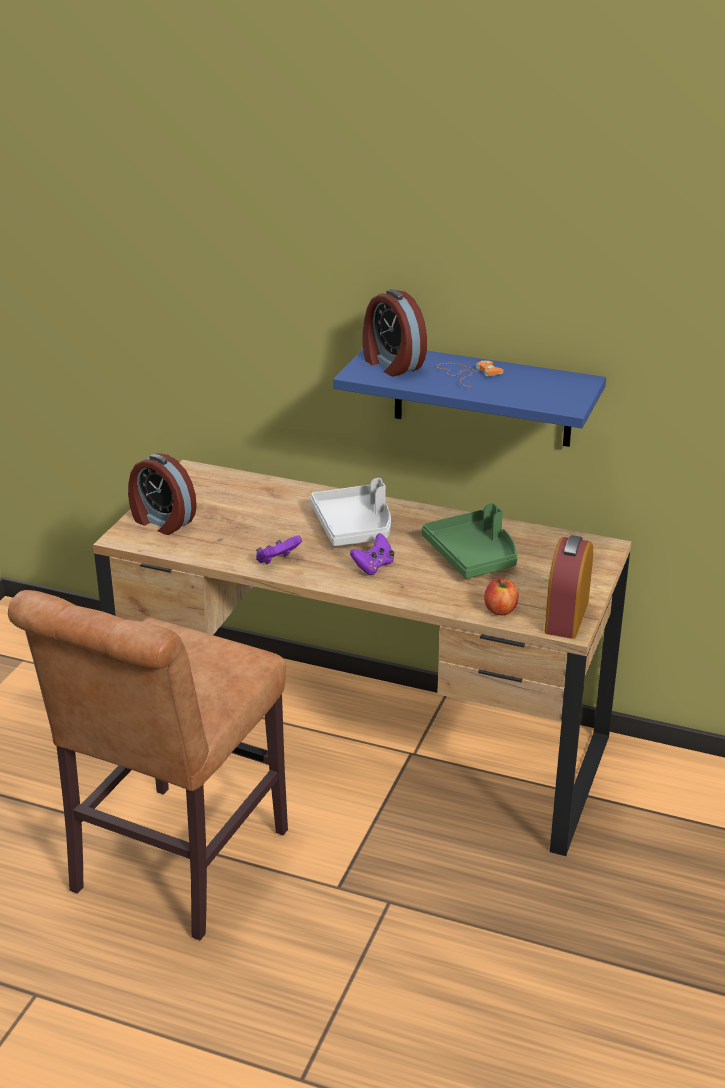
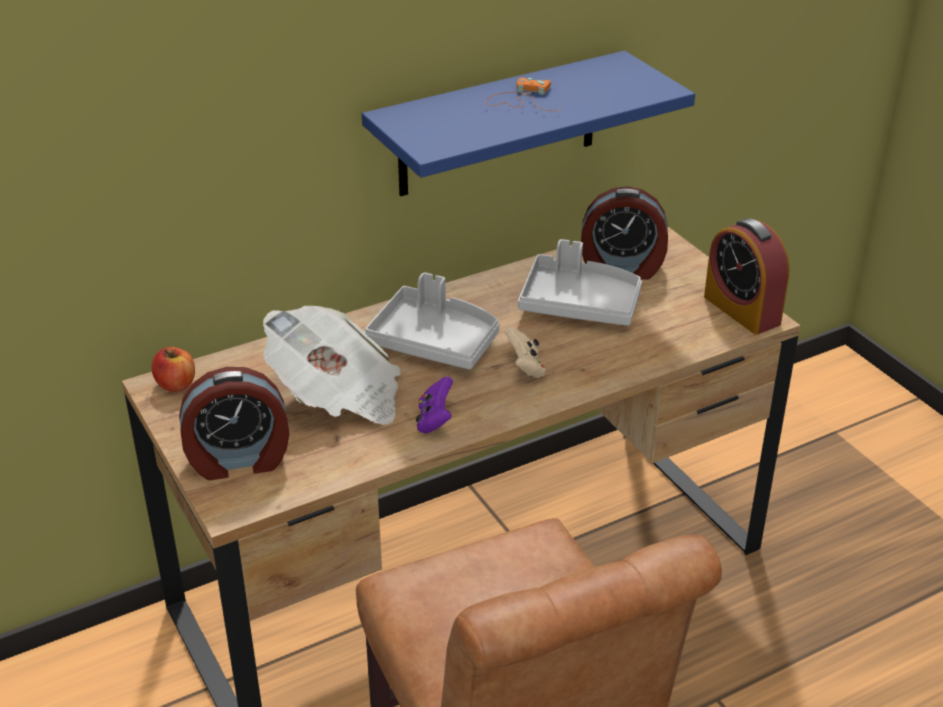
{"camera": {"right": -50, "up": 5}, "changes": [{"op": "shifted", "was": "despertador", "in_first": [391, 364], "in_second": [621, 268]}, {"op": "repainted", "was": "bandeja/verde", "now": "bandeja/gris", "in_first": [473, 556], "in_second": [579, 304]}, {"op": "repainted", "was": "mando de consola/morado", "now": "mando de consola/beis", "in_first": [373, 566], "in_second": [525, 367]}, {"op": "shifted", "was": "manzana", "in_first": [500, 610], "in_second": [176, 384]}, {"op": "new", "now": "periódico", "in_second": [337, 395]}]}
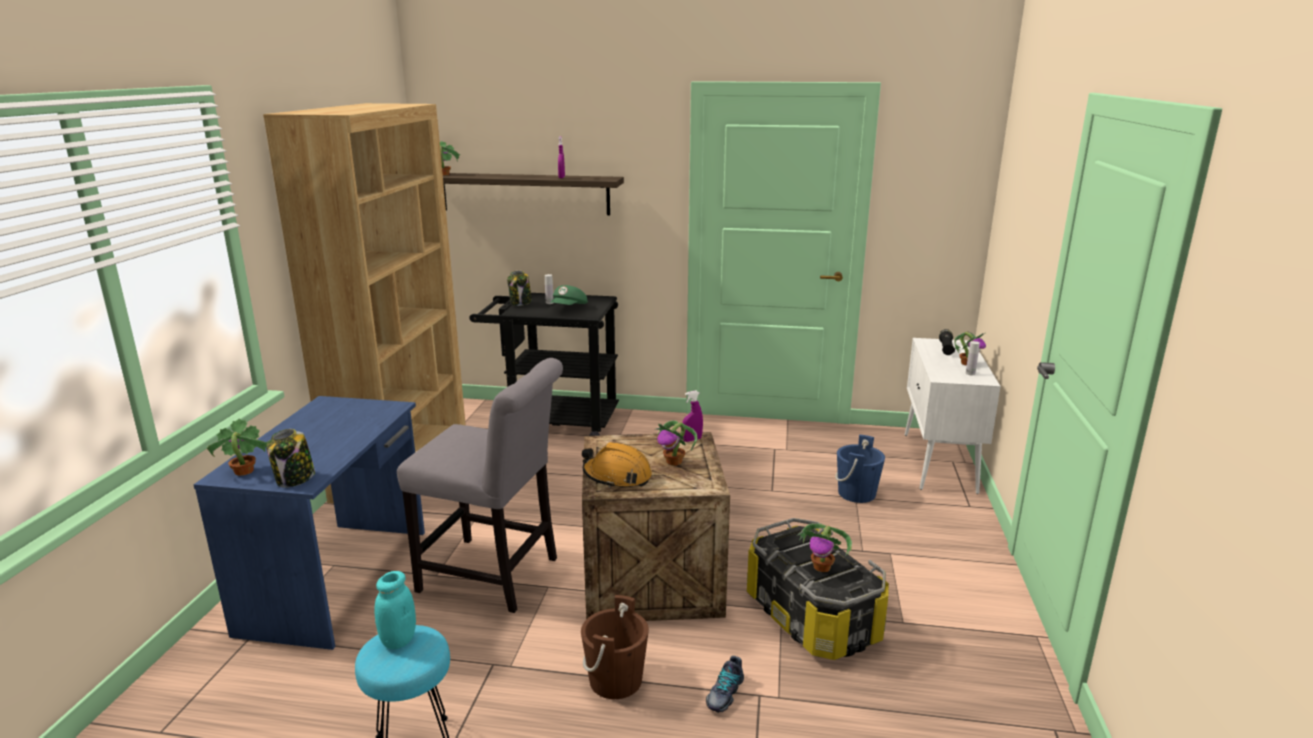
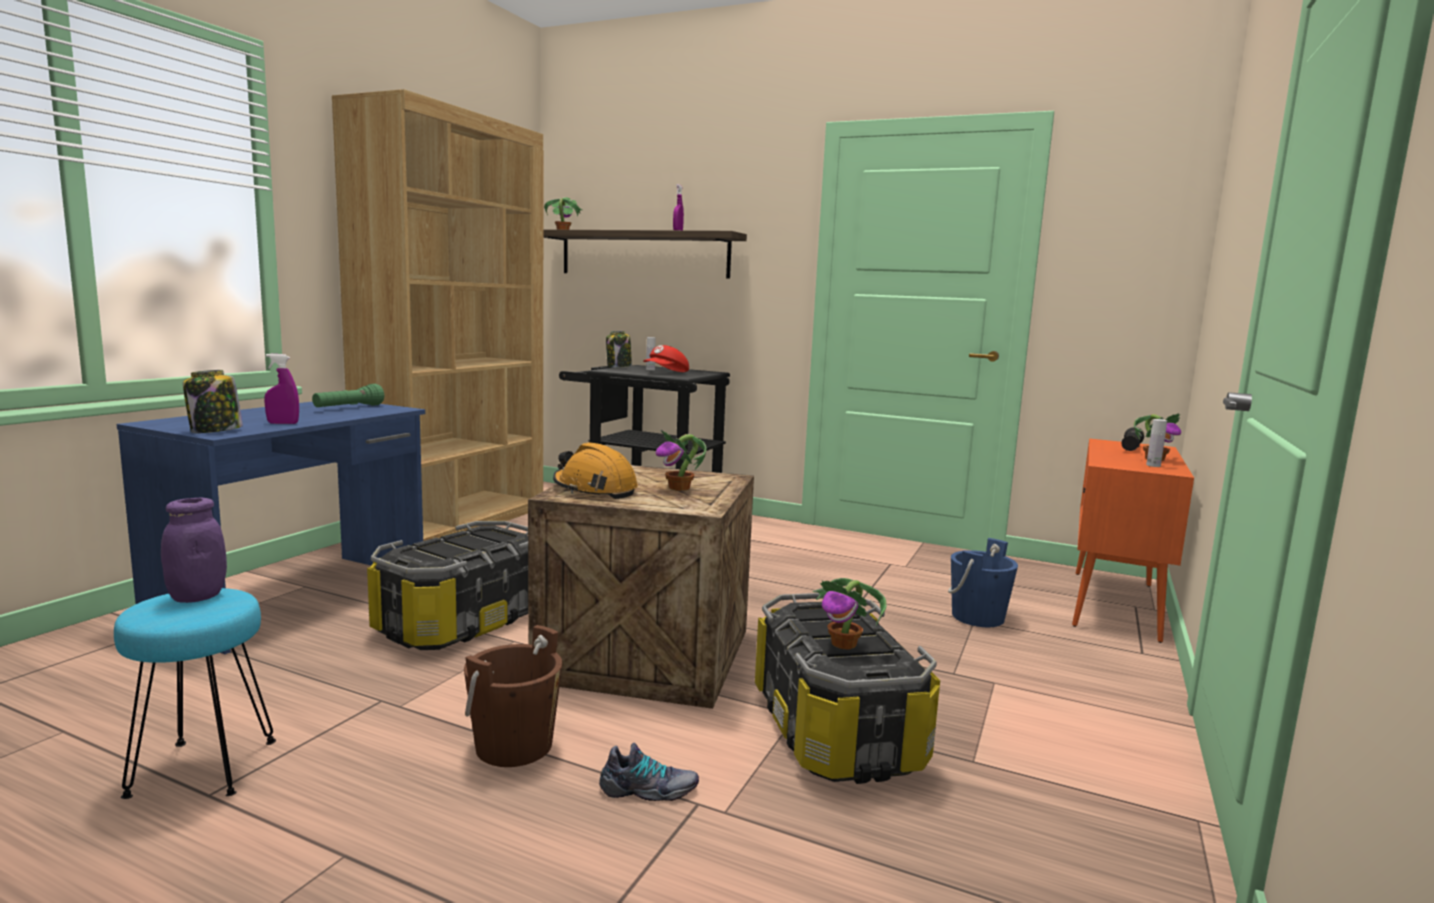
{"camera": {"right": 15, "up": -10}, "changes": [{"op": "repainted", "was": "gorra/verde", "now": "gorra/rojo", "in_first": [569, 308], "in_second": [666, 373]}, {"op": "repainted", "was": "armario/blanco", "now": "armario/naranja", "in_first": [939, 463], "in_second": [1114, 605]}, {"op": "swapped", "was": "silla/gris", "now": "caja de almacenaje", "in_first": [495, 576], "in_second": [463, 622]}, {"op": "shifted", "was": "pulverizador/morado", "in_first": [692, 440], "in_second": [283, 423]}, {"op": "gone", "was": "planta en maceta", "in_first": [243, 471]}, {"op": "repainted", "was": "tarro/turquesa", "now": "tarro/morado", "in_first": [398, 640], "in_second": [197, 596]}, {"op": "rotated", "was": "zapato", "in_first": [724, 693], "in_second": [648, 790], "clockwise": -135}, {"op": "new", "now": "linterna/verde", "in_second": [348, 408]}]}
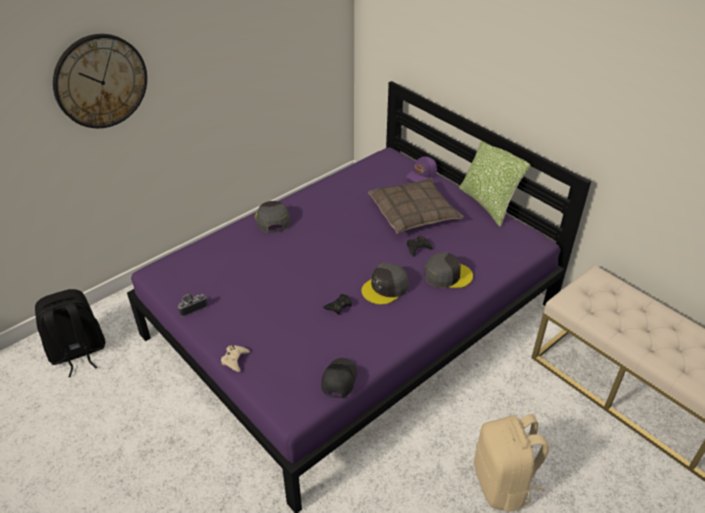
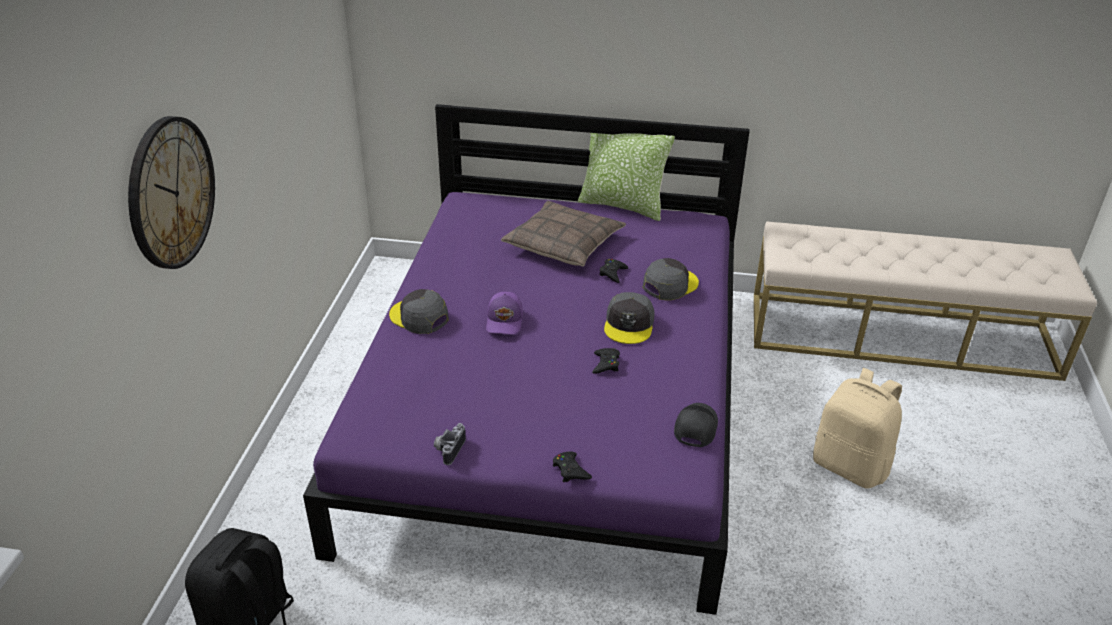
{"camera": {"right": -40, "up": -5}, "changes": [{"op": "shifted", "was": "gorra/morado", "in_first": [422, 175], "in_second": [505, 321]}, {"op": "repainted", "was": "mando de consola/beis", "now": "mando de consola/negro", "in_first": [235, 360], "in_second": [570, 470]}, {"op": "rotated", "was": "gorra/negro", "in_first": [338, 380], "in_second": [695, 428], "clockwise": 45}]}
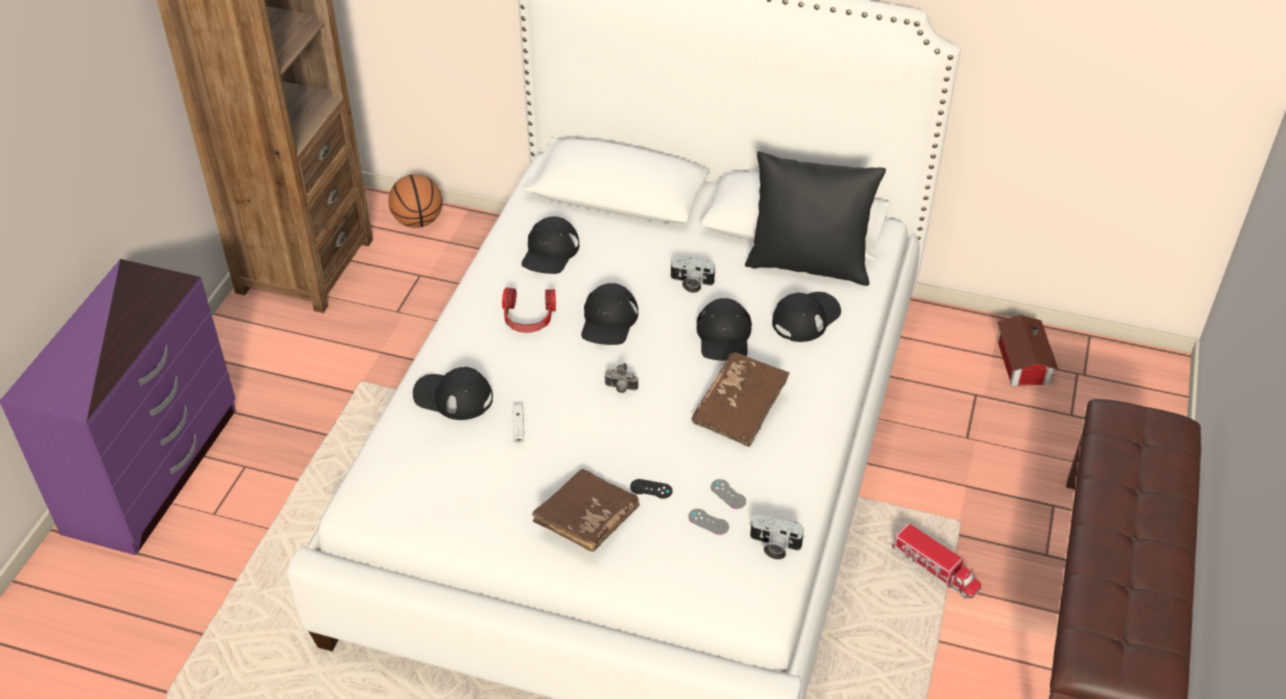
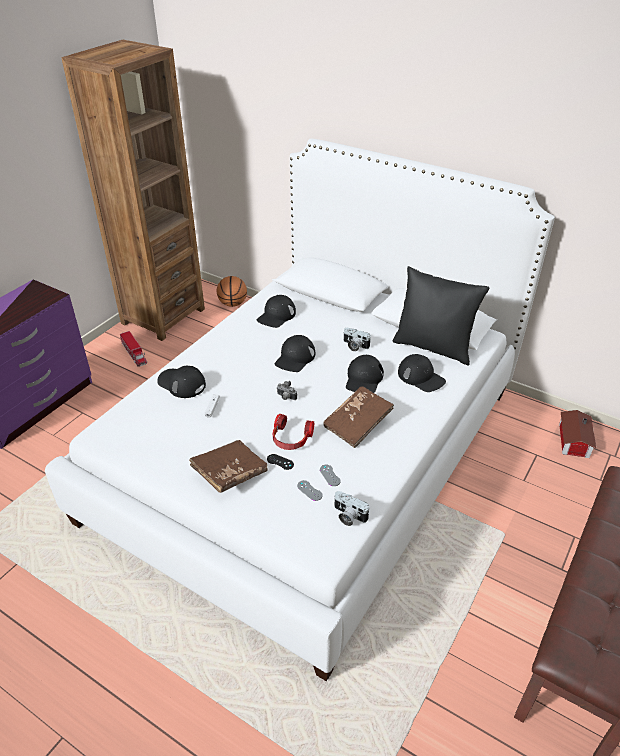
{"camera": {"right": 15, "up": -5}, "changes": [{"op": "shifted", "was": "auriculares", "in_first": [528, 318], "in_second": [291, 439]}, {"op": "rotated", "was": "gorra/negro", "in_first": [806, 318], "in_second": [421, 377], "clockwise": 75}, {"op": "shifted", "was": "camión de juguete", "in_first": [935, 569], "in_second": [134, 354]}]}
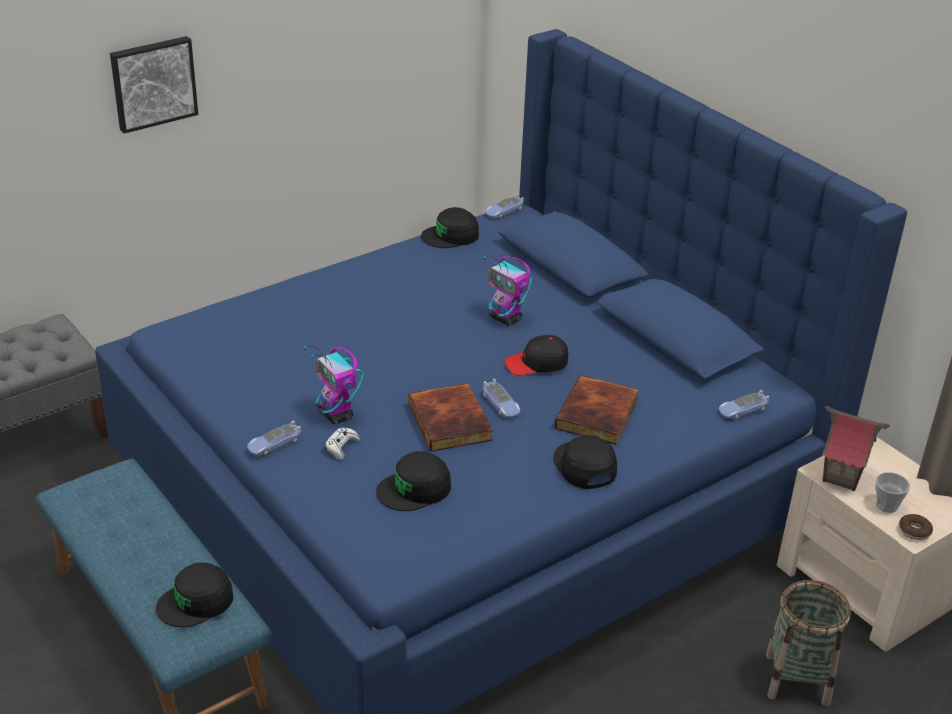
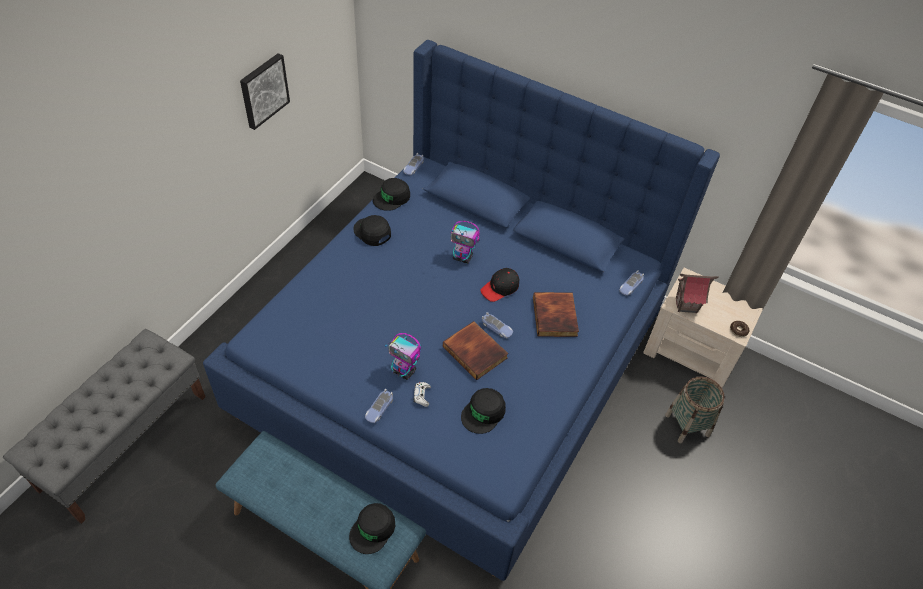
{"camera": {"right": -25, "up": 15}, "changes": [{"op": "shifted", "was": "cuadro", "in_first": [153, 83], "in_second": [263, 90]}, {"op": "shifted", "was": "gorra/negro", "in_first": [584, 466], "in_second": [372, 232]}, {"op": "gone", "was": "taza", "in_first": [886, 505]}]}
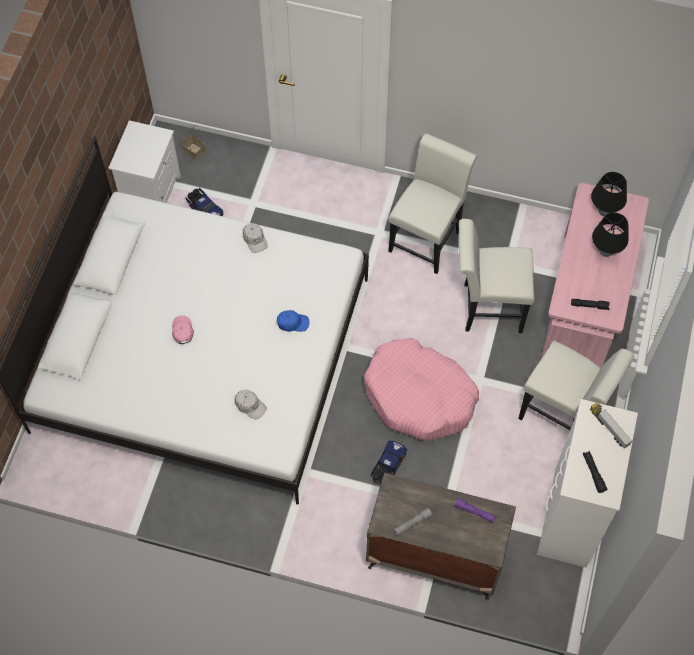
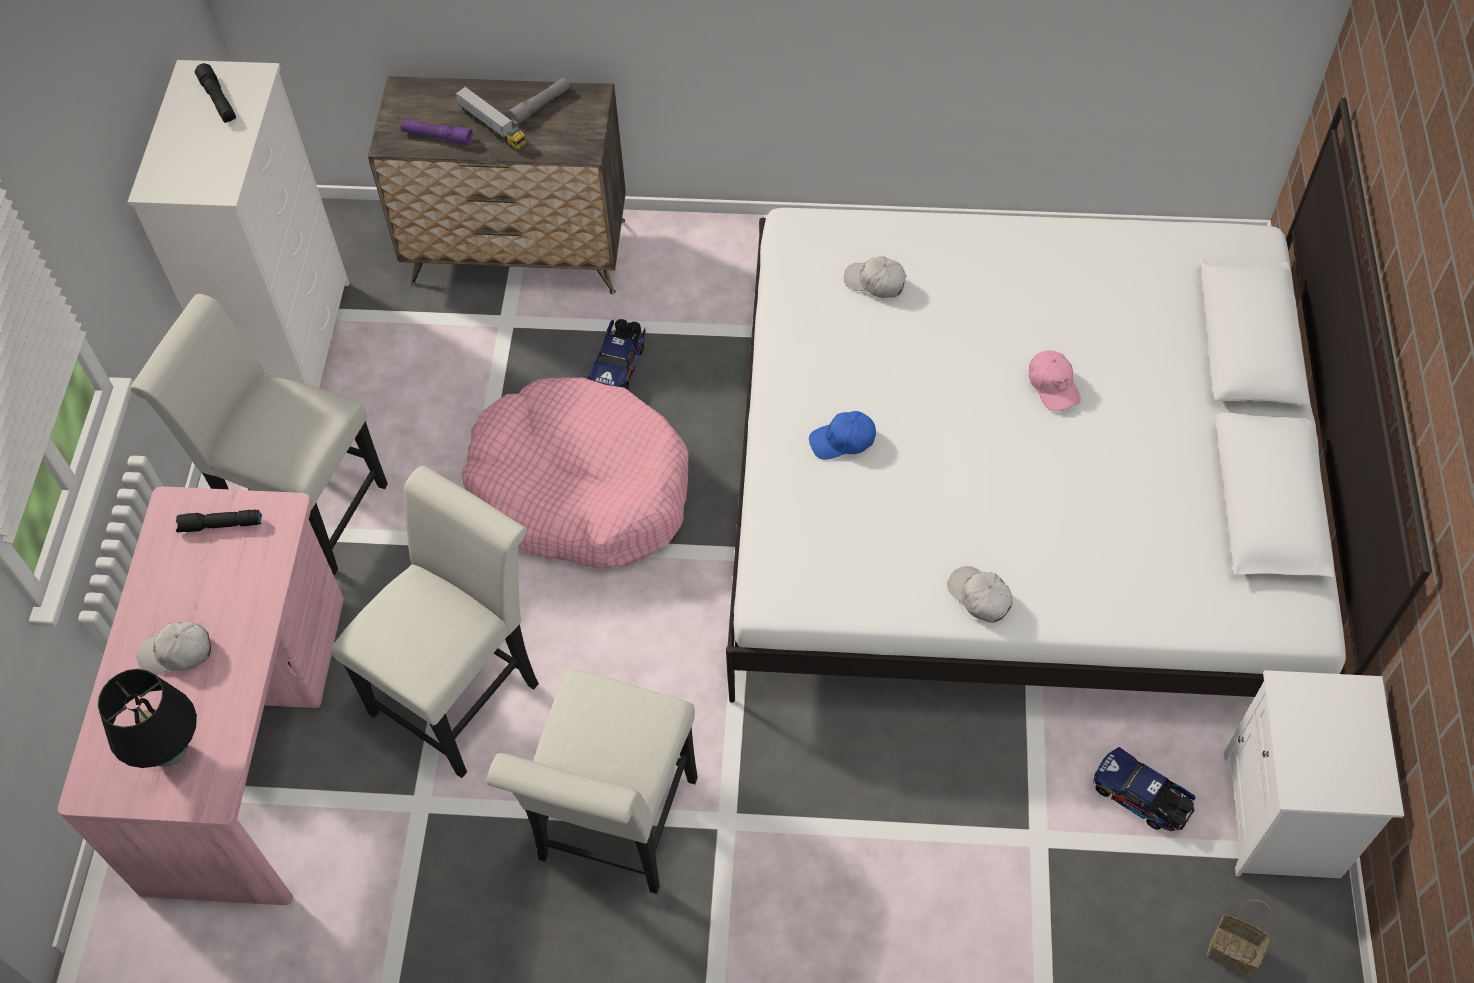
{"camera": {"right": 170, "up": -5}, "changes": [{"op": "swapped", "was": "lámpara de mesa/negro", "now": "gorra/blanco", "in_first": [605, 251], "in_second": [177, 653]}, {"op": "rotated", "was": "silla/blanco", "in_first": [487, 307], "in_second": [463, 689], "clockwise": -45}, {"op": "shifted", "was": "camión de juguete", "in_first": [609, 428], "in_second": [493, 128]}]}
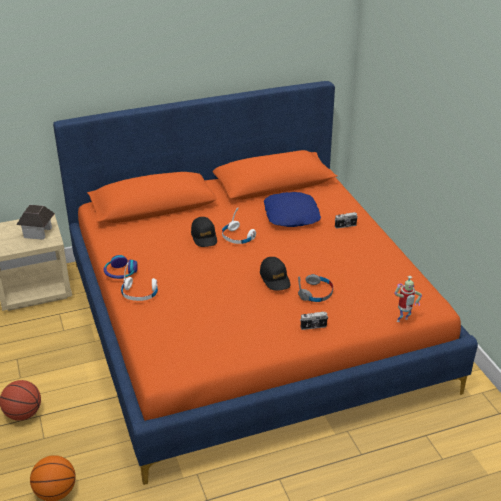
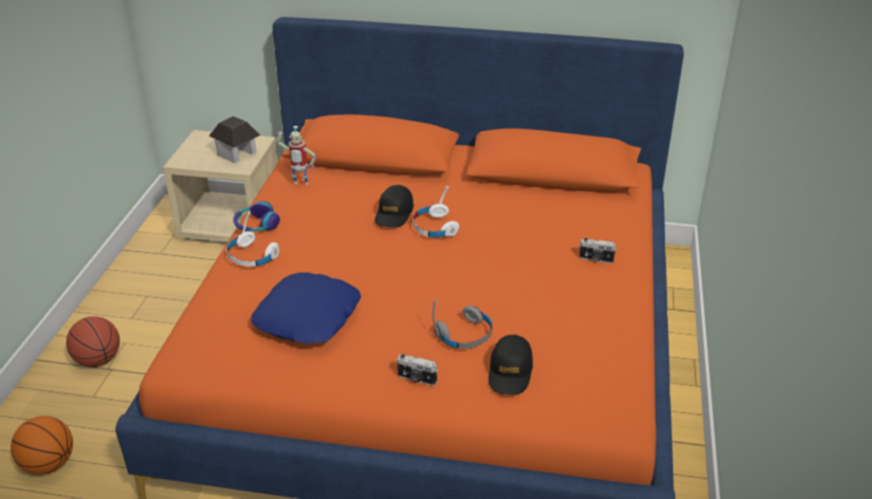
{"camera": {"right": 30, "up": 0}, "changes": [{"op": "shifted", "was": "cojín/azul", "in_first": [292, 215], "in_second": [308, 317]}, {"op": "shifted", "was": "gorra/negro", "in_first": [275, 278], "in_second": [510, 372]}, {"op": "shifted", "was": "robot de juguete", "in_first": [403, 321], "in_second": [300, 184]}]}
